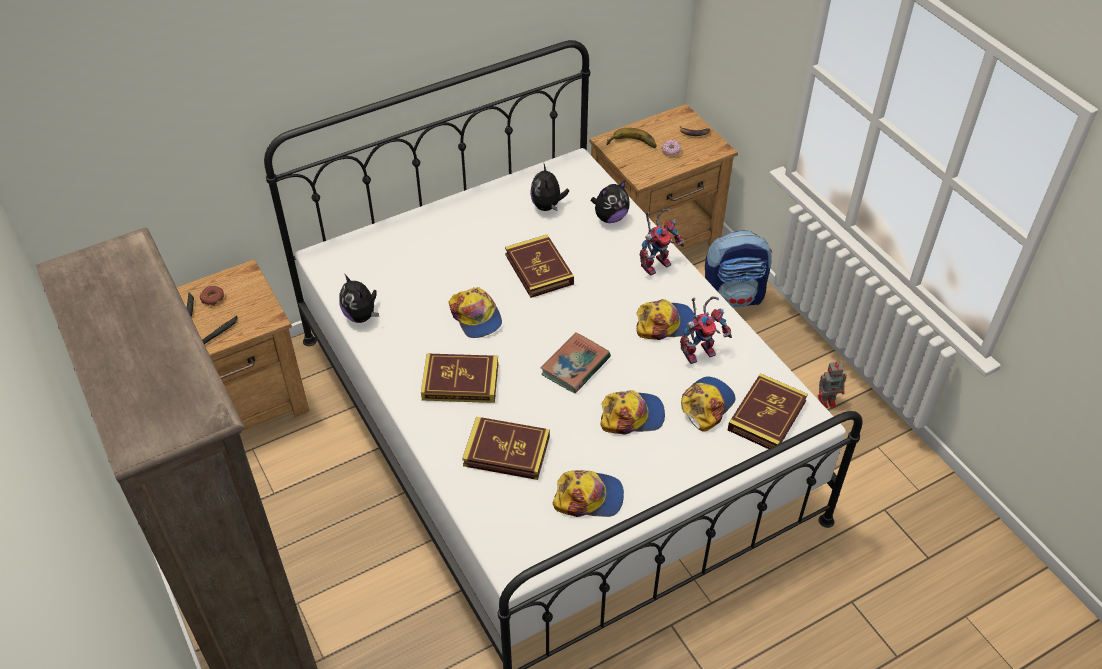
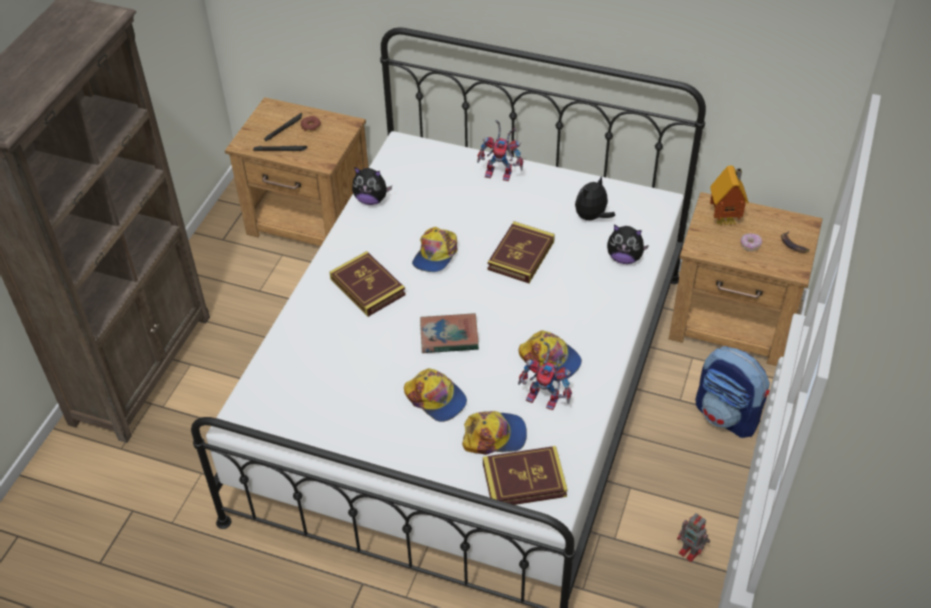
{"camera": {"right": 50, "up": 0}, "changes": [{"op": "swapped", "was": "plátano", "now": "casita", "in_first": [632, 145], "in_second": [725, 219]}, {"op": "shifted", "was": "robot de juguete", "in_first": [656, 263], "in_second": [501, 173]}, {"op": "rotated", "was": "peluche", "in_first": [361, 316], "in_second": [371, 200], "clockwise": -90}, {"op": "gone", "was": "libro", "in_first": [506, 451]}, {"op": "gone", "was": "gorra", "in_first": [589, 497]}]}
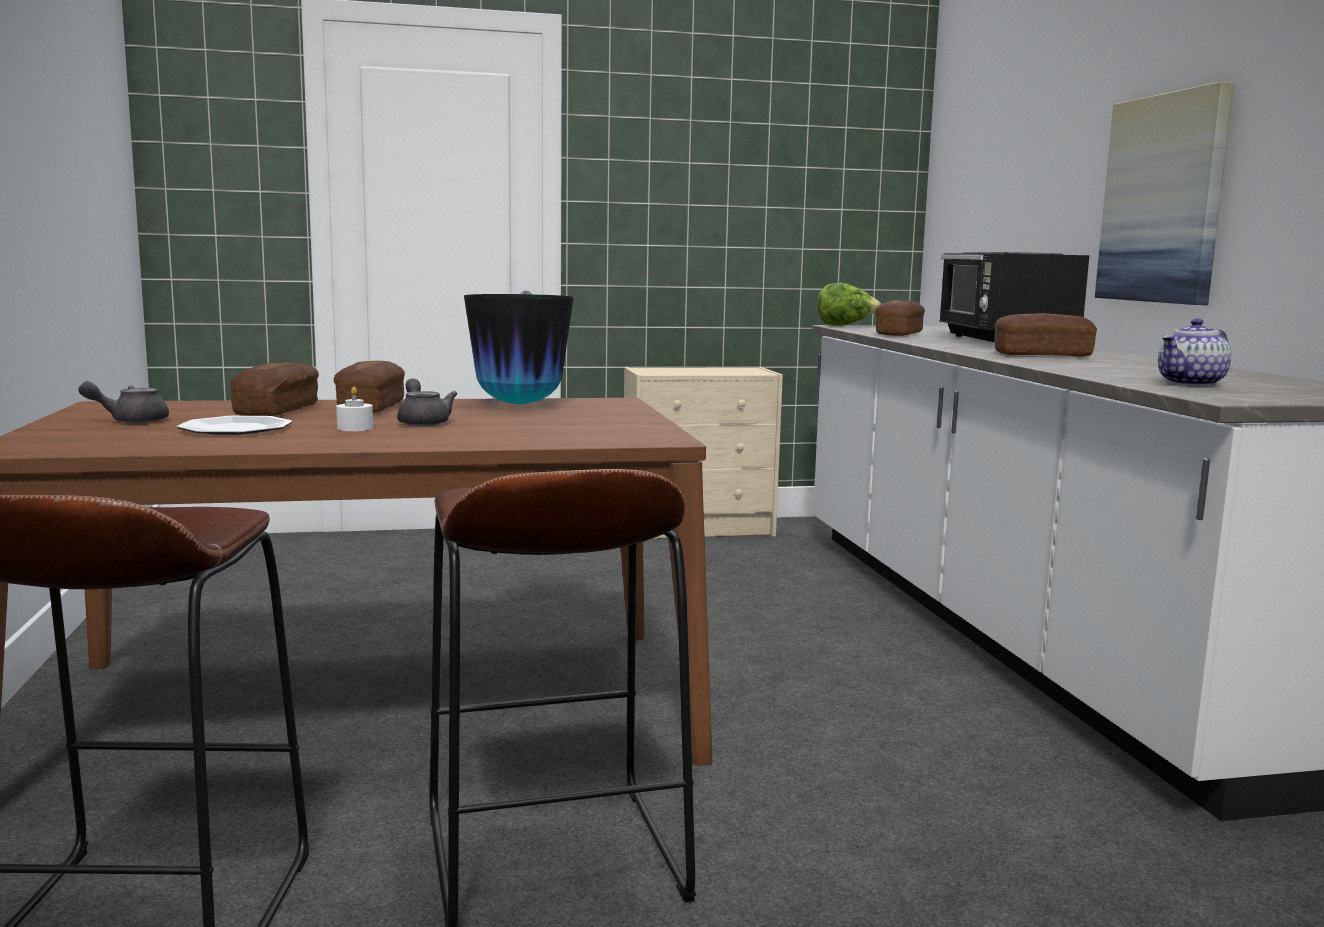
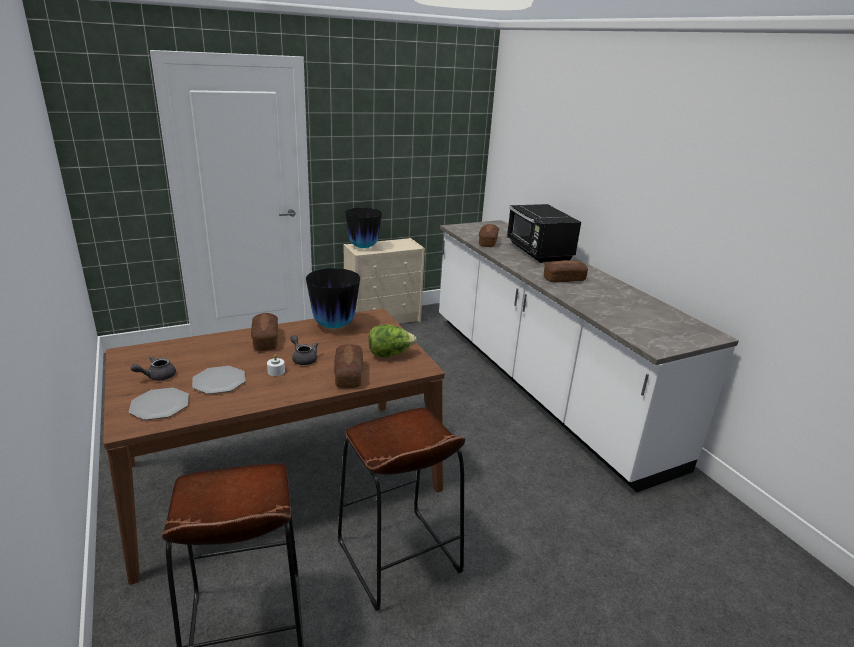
{"camera": {"right": -15, "up": 15}, "changes": [{"op": "gone", "was": "cuadro", "in_first": [1164, 199]}, {"op": "shifted", "was": "lechuga", "in_first": [845, 326], "in_second": [390, 354]}, {"op": "gone", "was": "tetera", "in_first": [1191, 383]}, {"op": "shifted", "was": "pan", "in_first": [277, 410], "in_second": [348, 375]}, {"op": "new", "now": "florero", "in_second": [363, 247]}, {"op": "new", "now": "plato", "in_second": [159, 405]}]}
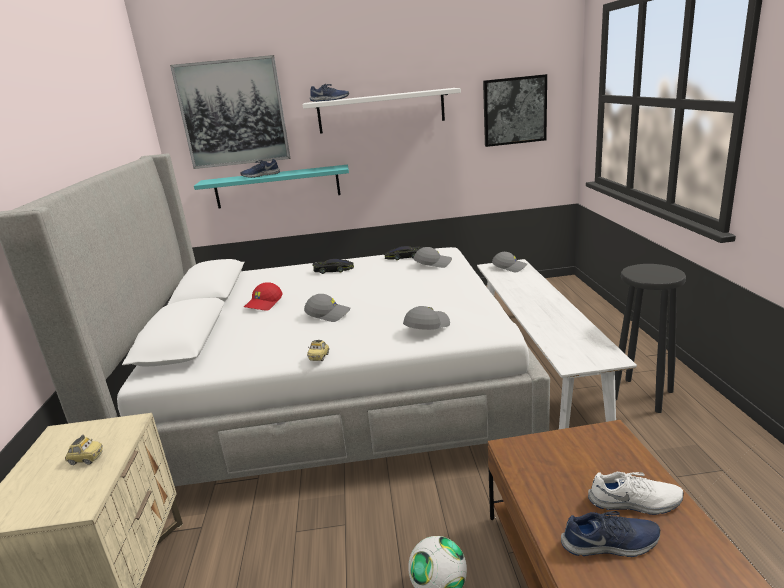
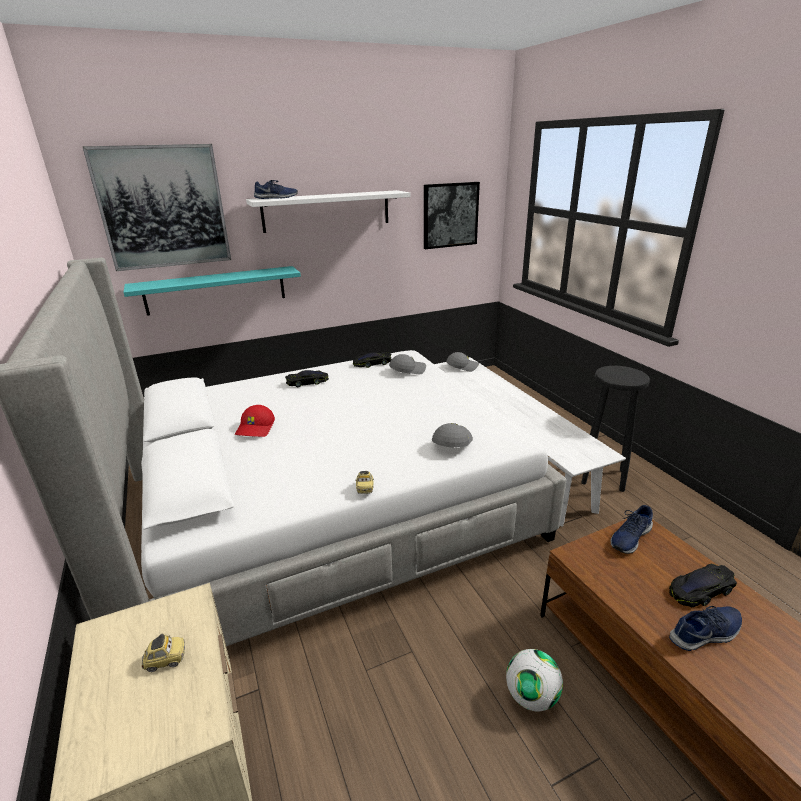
{"camera": {"right": -20, "up": 5}, "changes": [{"op": "shifted", "was": "zapato/azul", "in_first": [260, 175], "in_second": [629, 537]}, {"op": "gone", "was": "gorra/gris", "in_first": [328, 314]}, {"op": "swapped", "was": "zapato/blanco", "now": "coche de juguete/negro", "in_first": [635, 502], "in_second": [700, 590]}]}
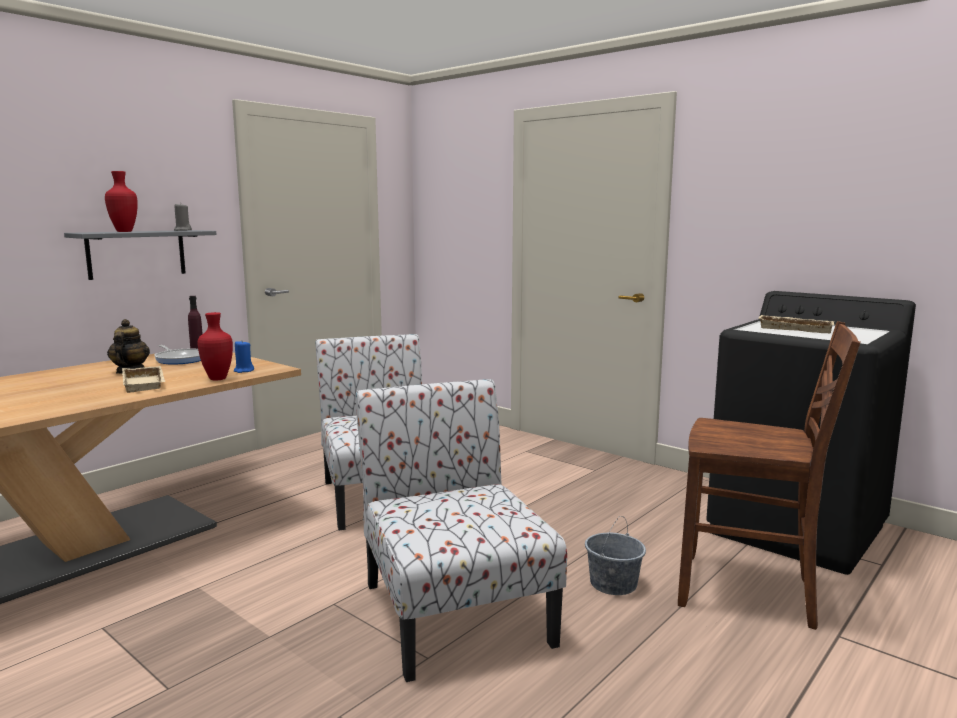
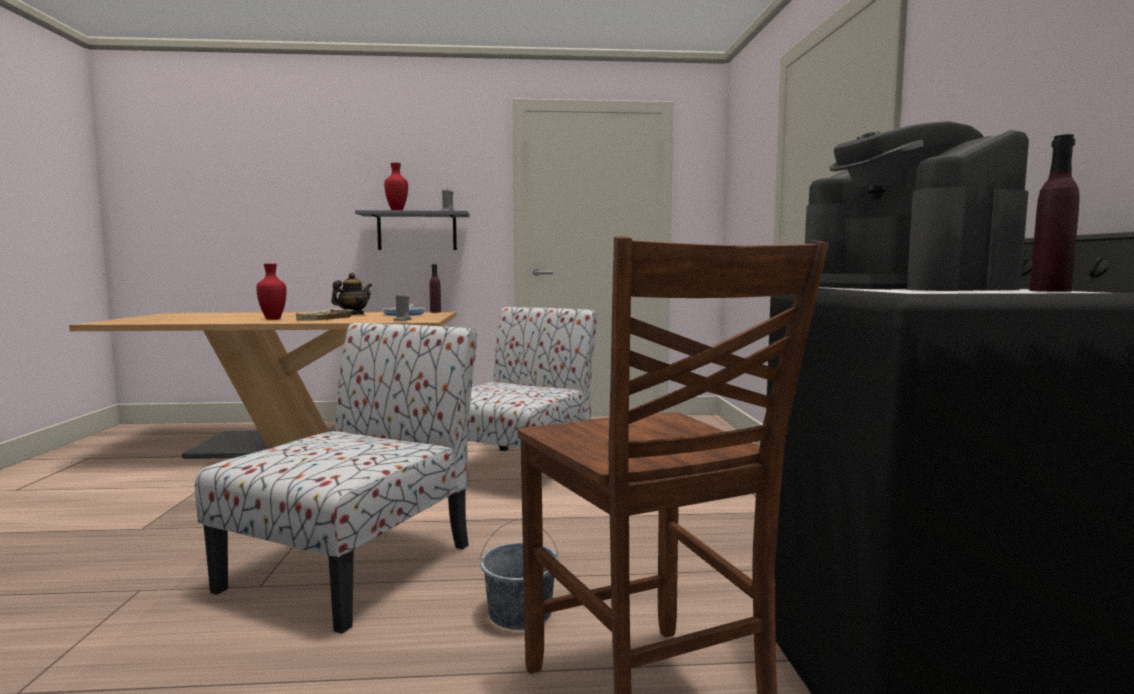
{"camera": {"right": 45, "up": -5}, "changes": [{"op": "shifted", "was": "florero/rojo", "in_first": [216, 379], "in_second": [272, 319]}, {"op": "swapped", "was": "bandeja/beis", "now": "cafetera", "in_first": [796, 328], "in_second": [904, 287]}, {"op": "repainted", "was": "vela/azul", "now": "vela/gris", "in_first": [243, 371], "in_second": [402, 320]}, {"op": "new", "now": "botella/morado", "in_second": [1050, 291]}]}
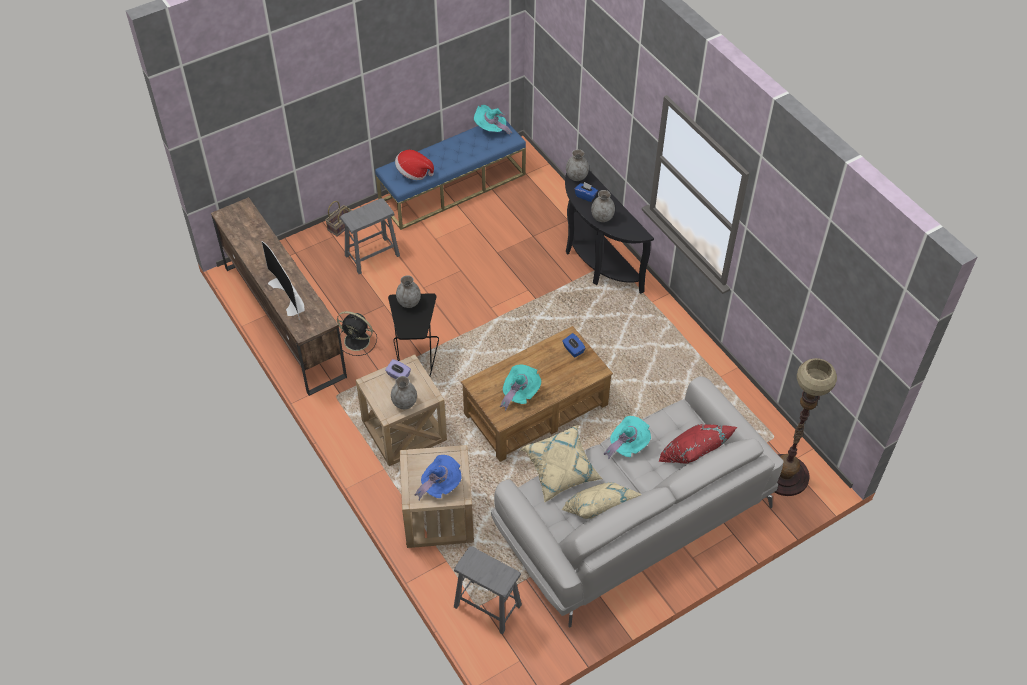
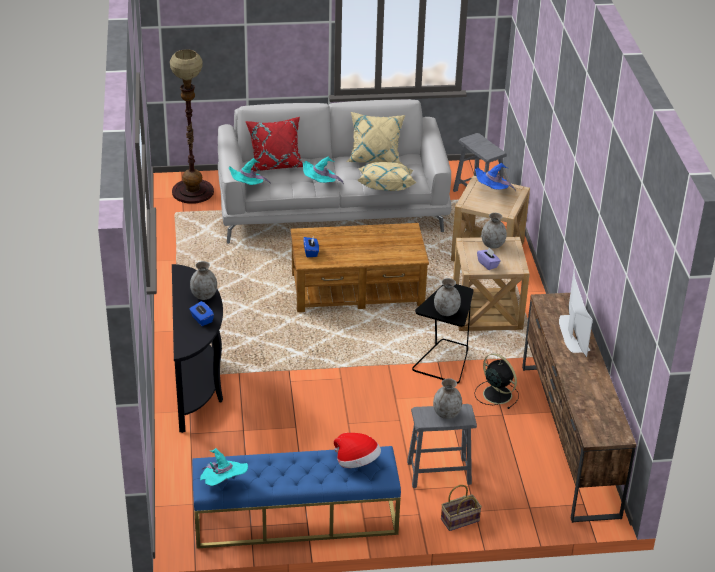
{"camera": {"right": -155, "up": -15}, "changes": [{"op": "shifted", "was": "florero/gris", "in_first": [576, 176], "in_second": [446, 414]}, {"op": "shifted", "was": "sombrero/turquesa", "in_first": [519, 393], "in_second": [247, 187]}]}
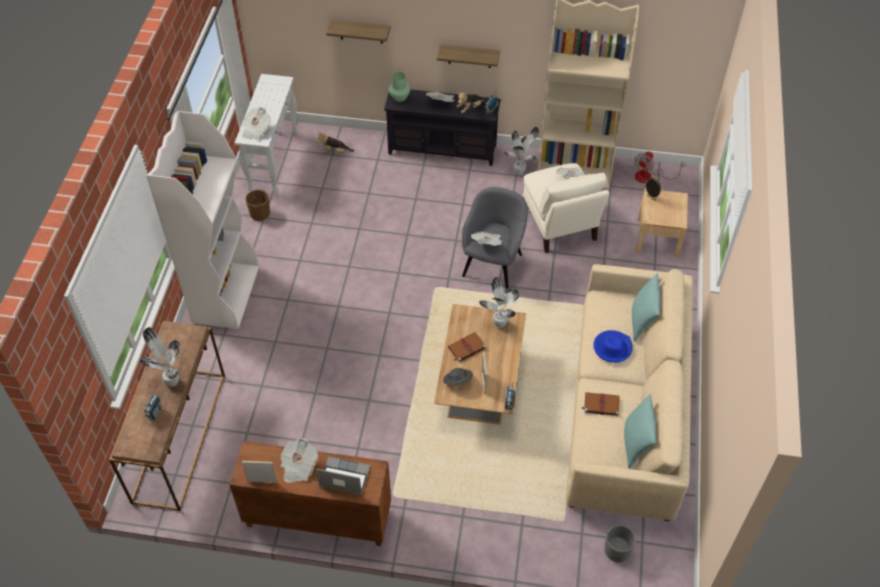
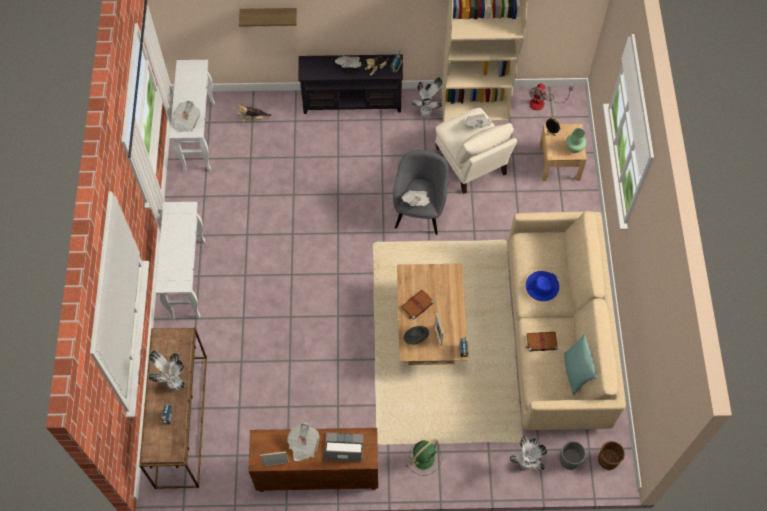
{"camera": {"right": -10, "up": 10}, "changes": [{"op": "gone", "was": "estante", "in_first": [469, 56]}, {"op": "shifted", "was": "florero/verde", "in_first": [400, 97], "in_second": [574, 147]}, {"op": "swapped", "was": "estantería/blanco", "now": "mesa consola/blanco", "in_first": [226, 294], "in_second": [188, 278]}, {"op": "shifted", "was": "maceta/marrón", "in_first": [260, 214], "in_second": [608, 460]}, {"op": "gone", "was": "cojín/turquesa", "in_first": [642, 321]}, {"op": "shifted", "was": "planta en maceta", "in_first": [499, 324], "in_second": [525, 465]}, {"op": "new", "now": "ventilador/verde", "in_second": [424, 458]}]}
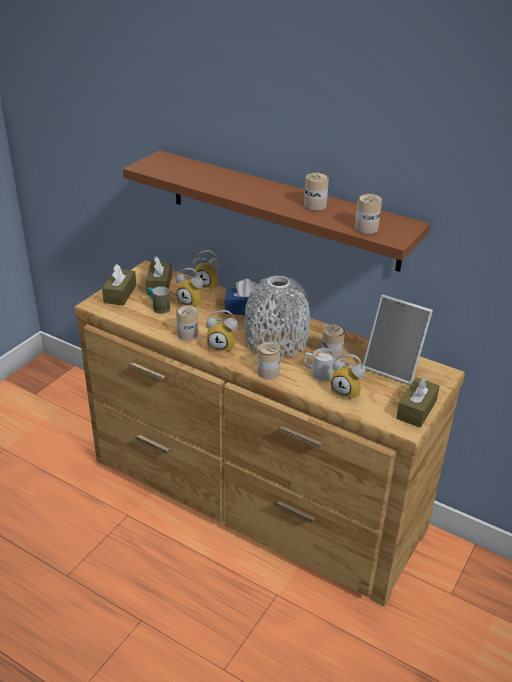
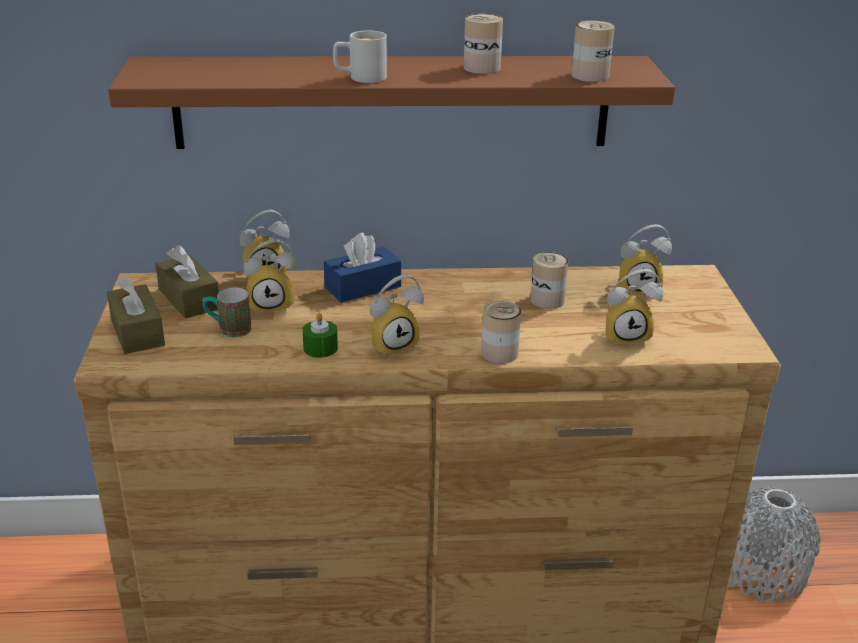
{"camera": {"right": -35, "up": -5}, "changes": [{"op": "shifted", "was": "florero/gris", "in_first": [276, 340], "in_second": [762, 572]}, {"op": "swapped", "was": "portarretratos", "now": "despertador", "in_first": [393, 367], "in_second": [638, 288]}, {"op": "swapped", "was": "lata", "now": "vela/verde", "in_first": [187, 334], "in_second": [320, 348]}, {"op": "shifted", "was": "taza grande/blanco", "in_first": [317, 373], "in_second": [360, 78]}, {"op": "gone", "was": "caja de pañuelos/marrón", "in_first": [416, 410]}]}
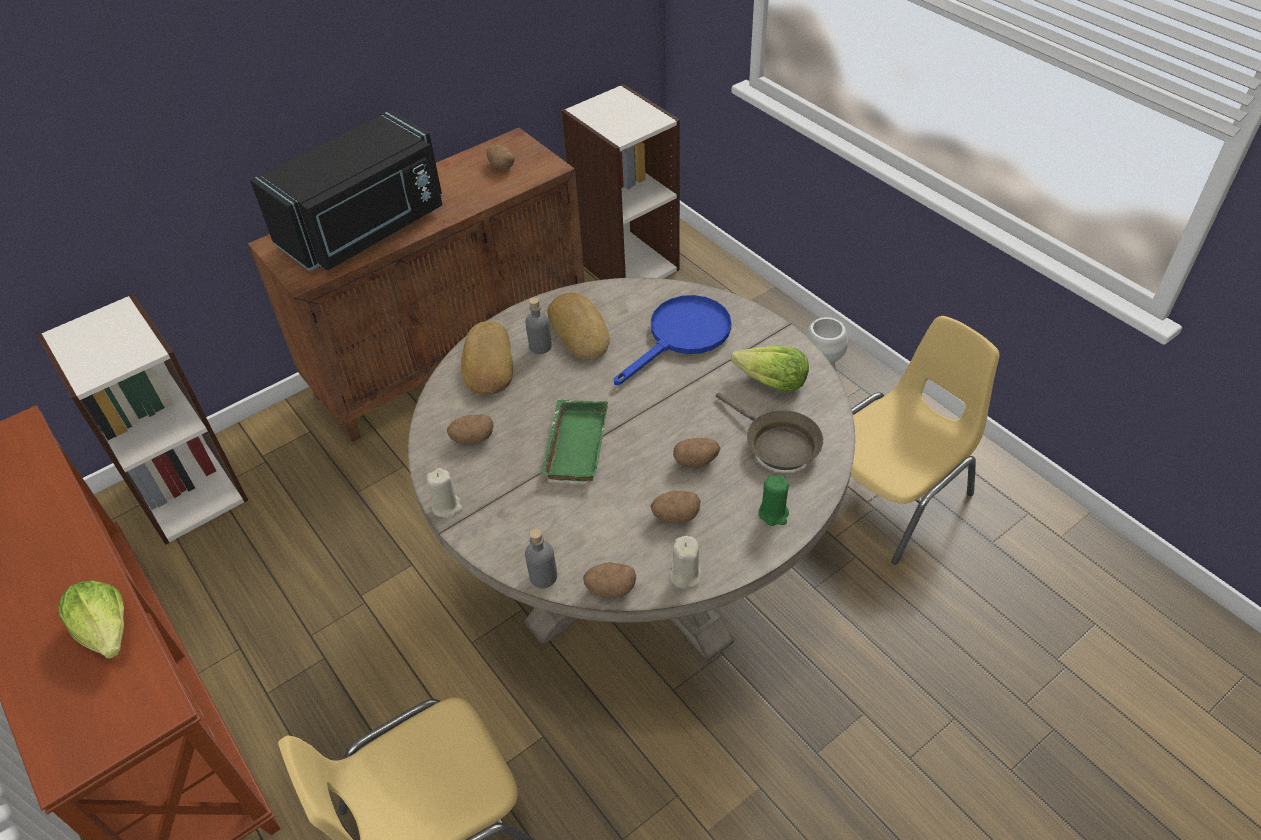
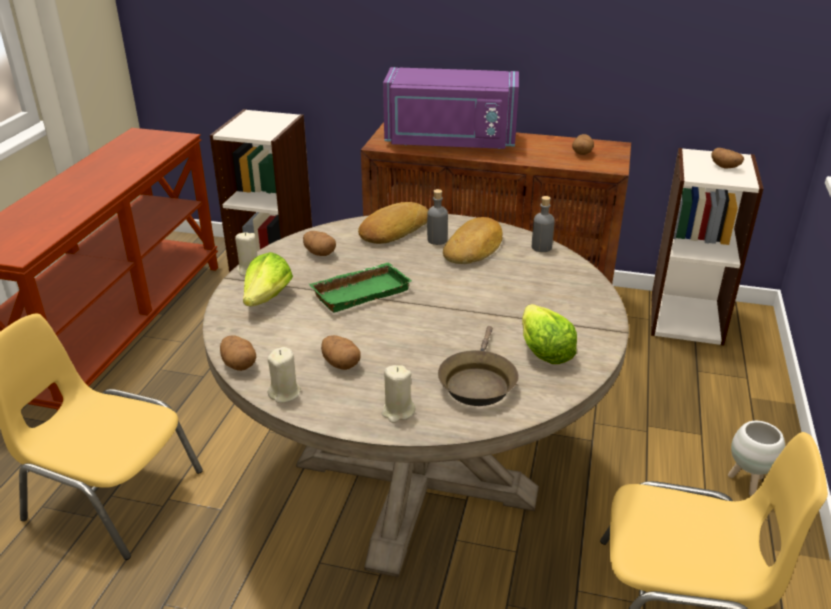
{"camera": {"right": 50, "up": -15}, "changes": [{"op": "repainted", "was": "microondas/negro", "now": "microondas/morado", "in_first": [366, 228], "in_second": [450, 142]}, {"op": "gone", "was": "sartén/azul", "in_first": [682, 336]}, {"op": "shifted", "was": "patata", "in_first": [696, 461], "in_second": [725, 167]}, {"op": "repainted", "was": "vela/verde", "now": "vela/beis", "in_first": [773, 513], "in_second": [397, 412]}, {"op": "shifted", "was": "botella/gris", "in_first": [543, 576], "in_second": [541, 247]}, {"op": "shifted", "was": "lechuga", "in_first": [107, 631], "in_second": [267, 298]}]}
